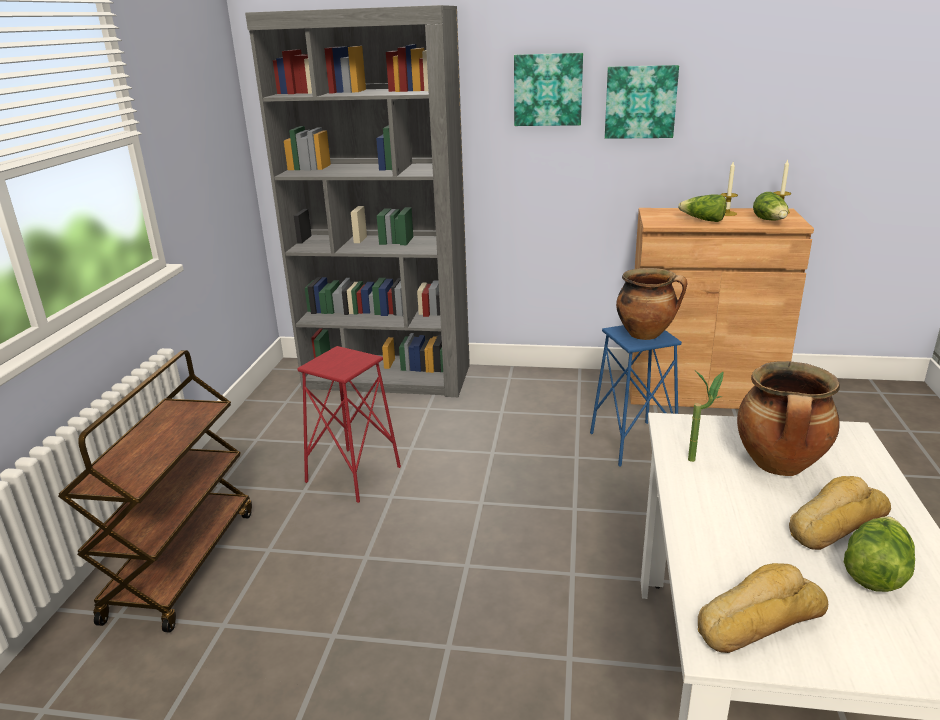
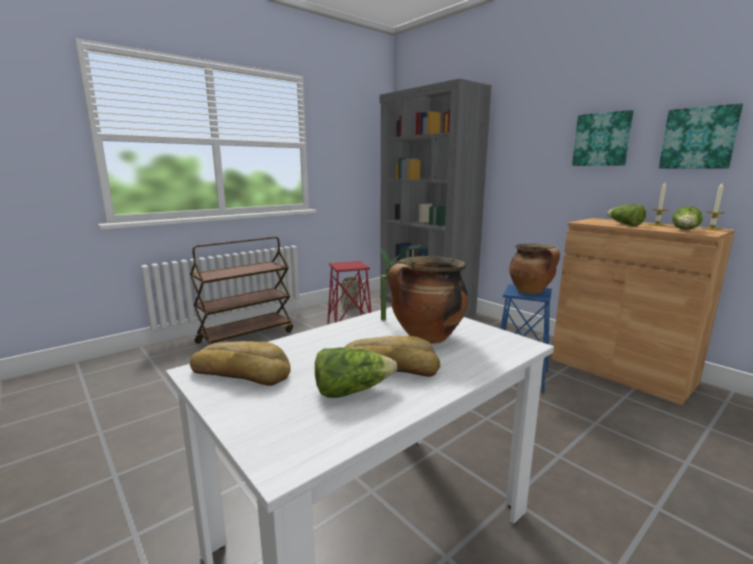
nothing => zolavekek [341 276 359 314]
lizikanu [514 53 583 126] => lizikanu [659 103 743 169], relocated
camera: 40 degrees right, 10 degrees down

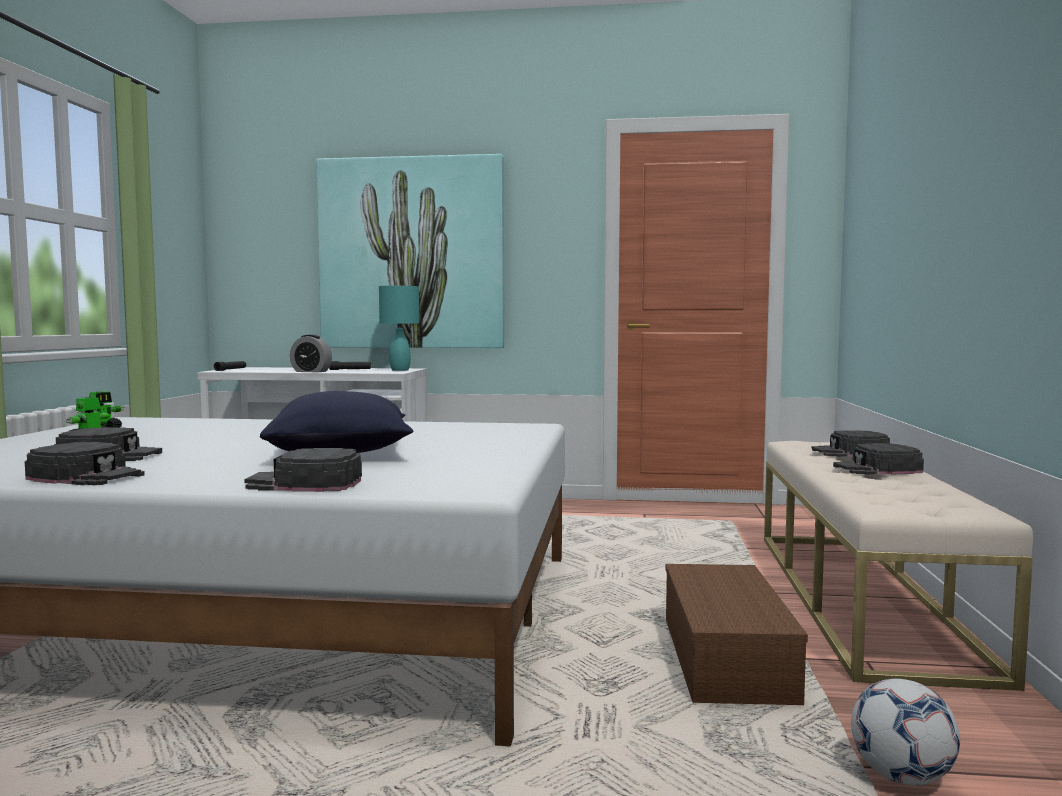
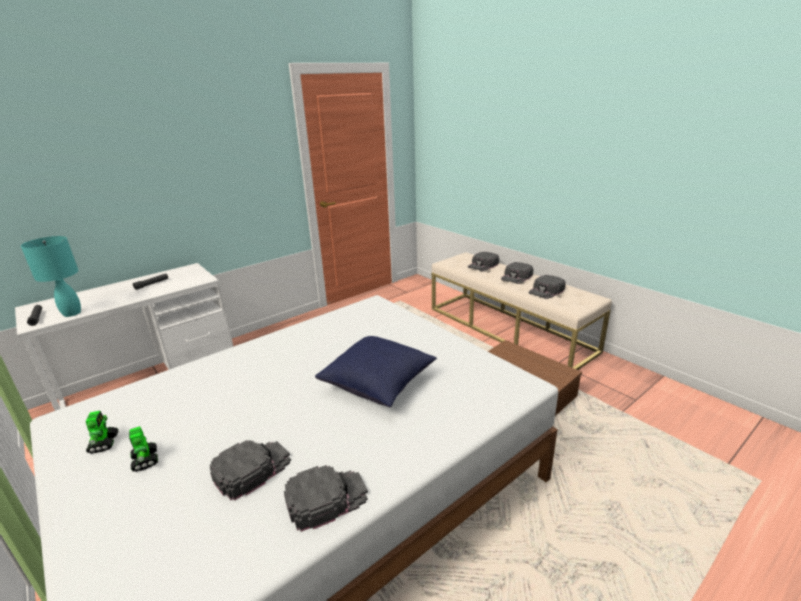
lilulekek [290 335 332 372] => nothing
lizikanu [316 154 504 348] => nothing
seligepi [851 679 960 785] => nothing
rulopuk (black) [244 448 362 492] => rulopuk (black) [529 275 566 299], relocated
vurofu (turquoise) [379 285 419 371] => vurofu (turquoise) [21 236 81 317], relocated
camera: 45 degrees left, 20 degrees up

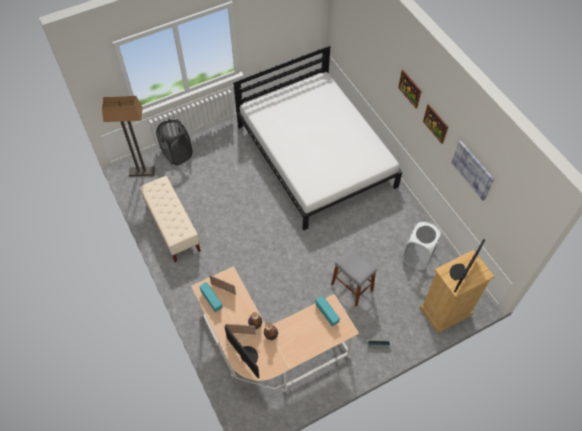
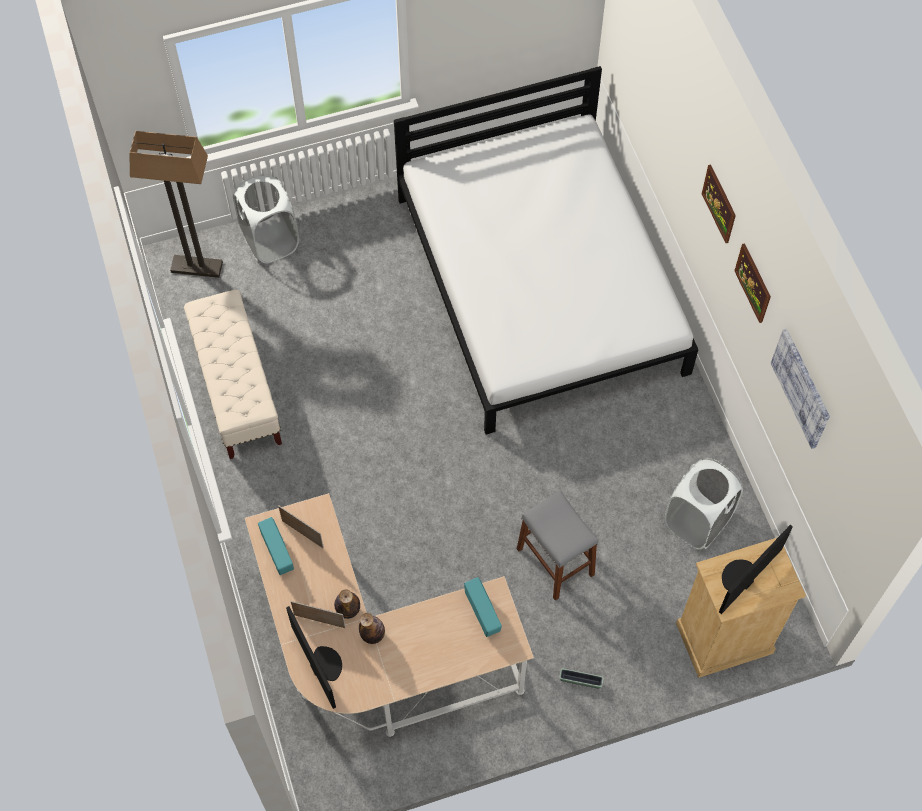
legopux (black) [156 119 192 165] => legopux (white) [233 174 299 263]
camera: 10 degrees right, 5 degrees up

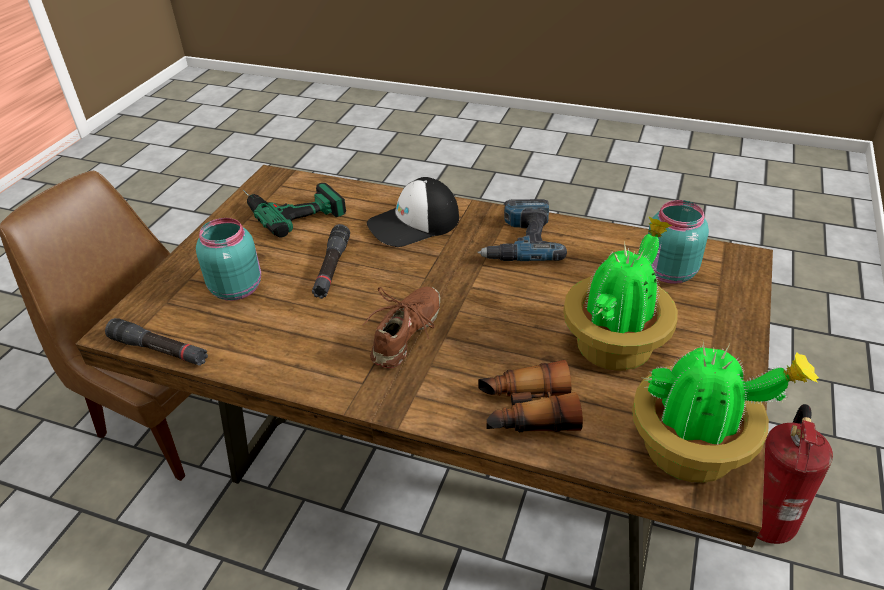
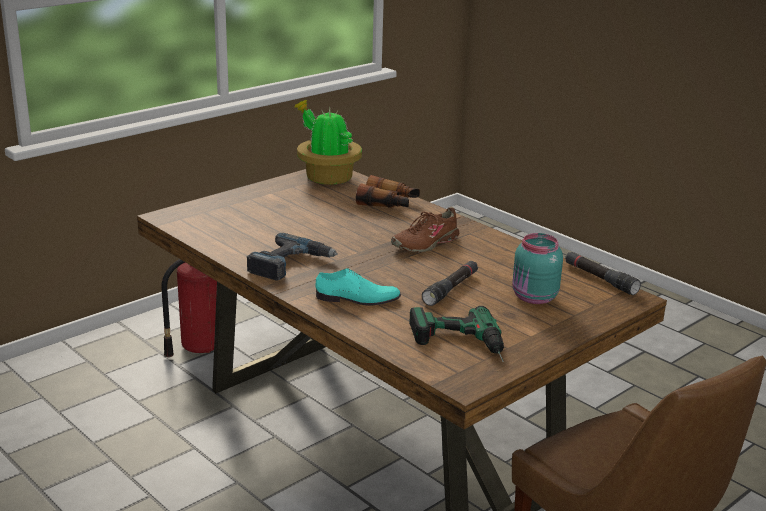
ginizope [563 217 678 371] => nothing
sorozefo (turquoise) [648 200 709 284] => nothing
rulopuk [367 177 459 247] => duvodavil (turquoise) [315 268 401 306]
camera: 155 degrees left, 15 degrees down

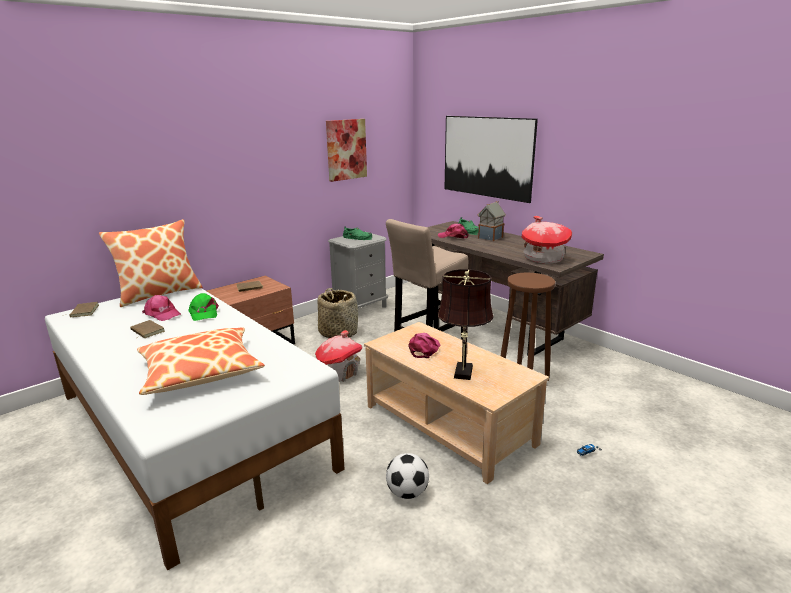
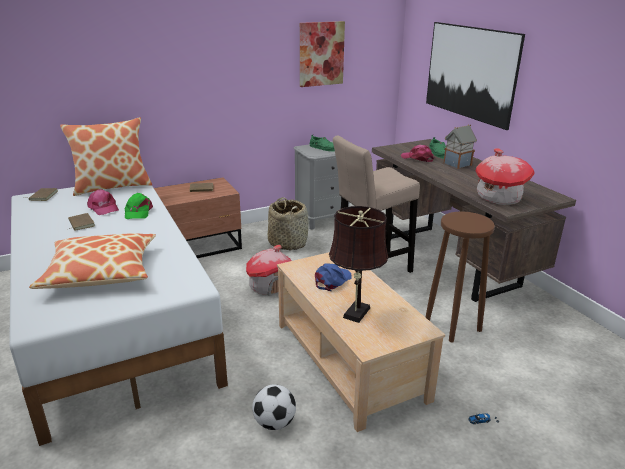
rulopuk (pink) [408 333 440 358] => rulopuk (blue) [315 264 352 291]
camera: 15 degrees right, 5 degrees up

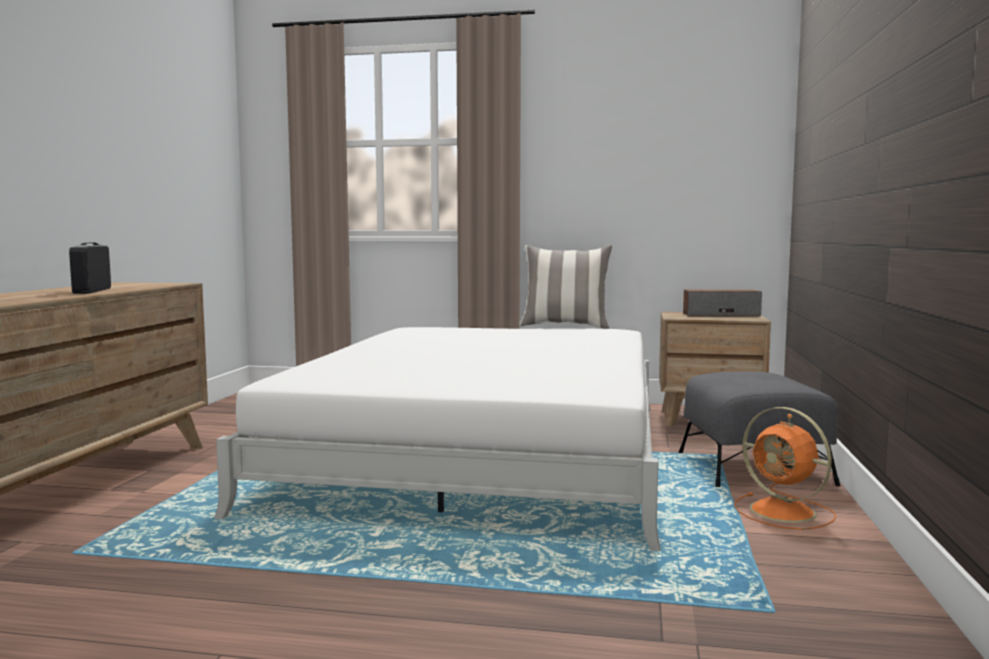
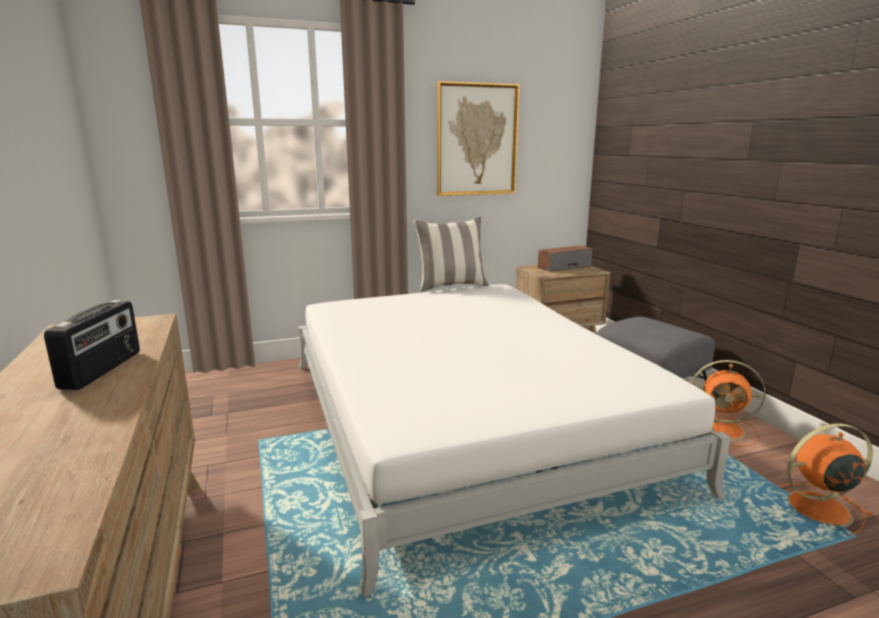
nothing => lizikanu [437 81 520 196]
nothing => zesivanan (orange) [778 423 873 536]
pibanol [69 243 111 294] => pibanol [44 300 140 390], 135 degrees counterclockwise
camera: 30 degrees left, 10 degrees up

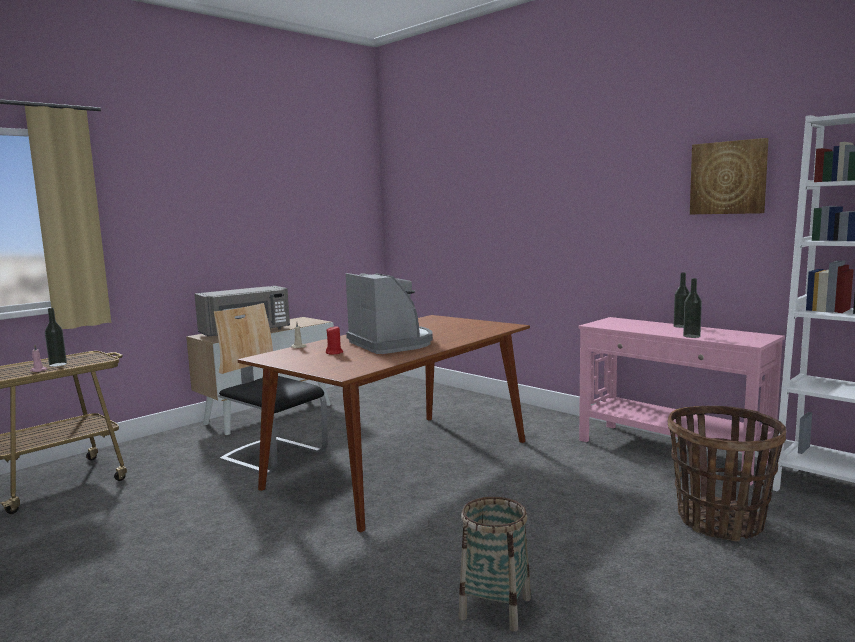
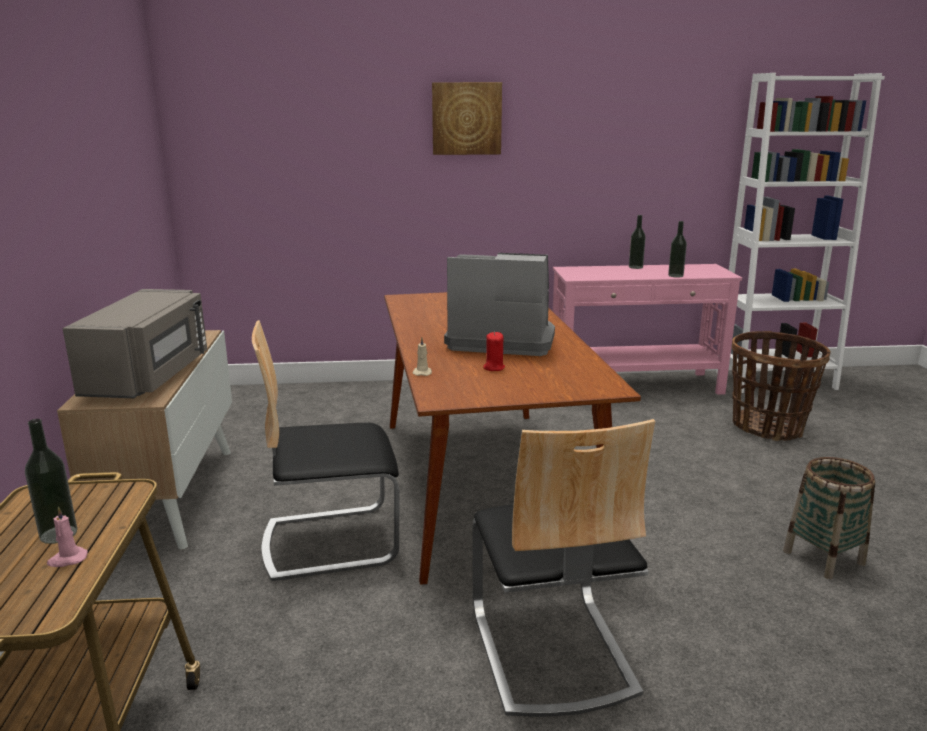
nothing => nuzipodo [472 419 655 717]
lizikanu [690 138 769 214] => lizikanu [432 82 502 155], relocated
camera: 50 degrees left, 10 degrees up

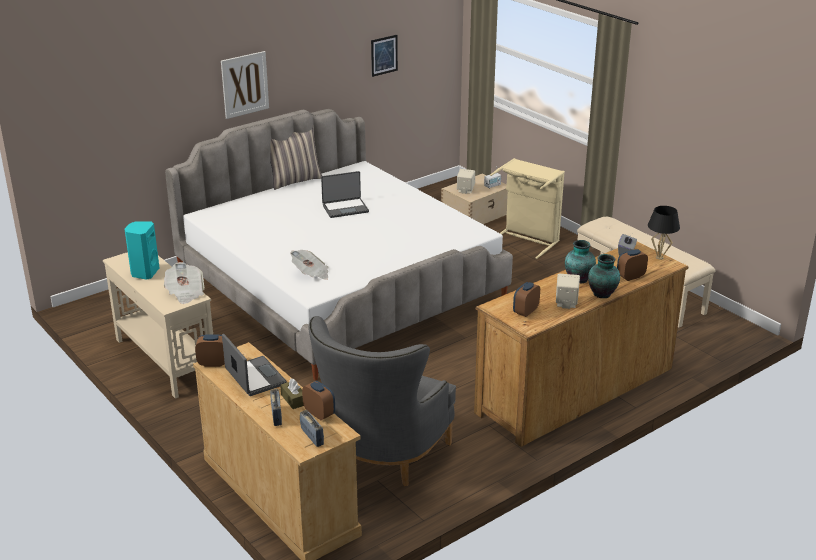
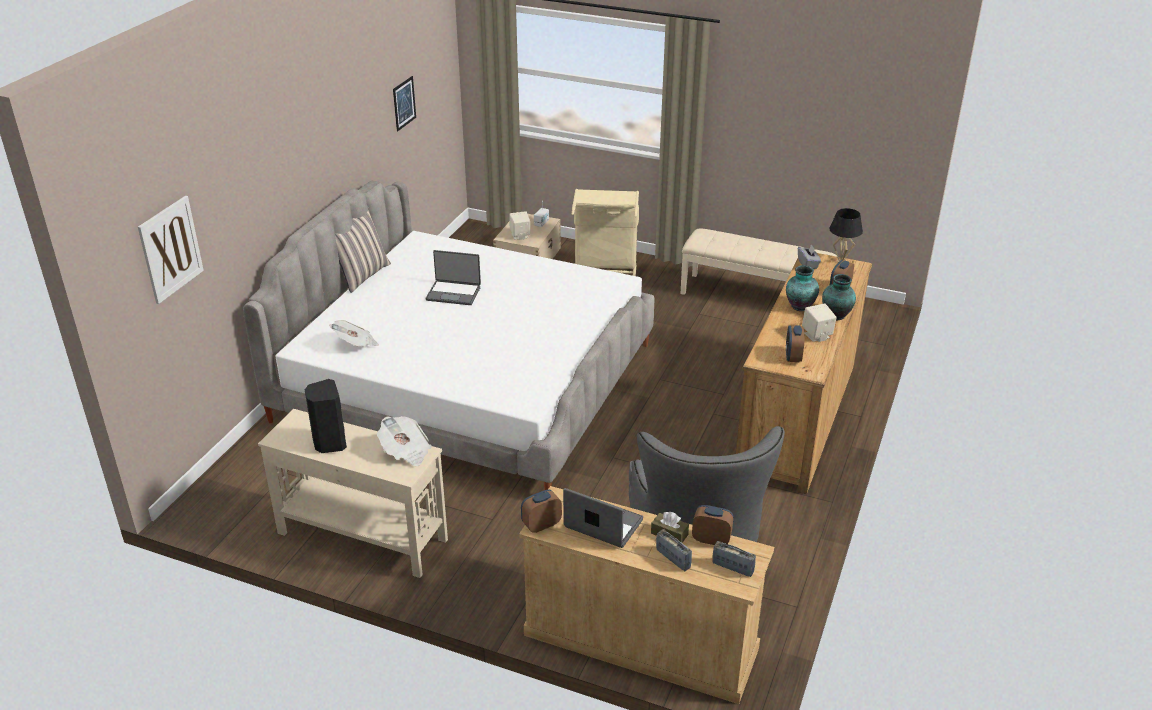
lizikanu [221 51 269 119] => lizikanu [138 196 204 304], relocated
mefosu [290 250 329 280] => mefosu [329 320 379 347], relocated
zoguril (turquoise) [125 221 159 280] => zoguril (black) [305 379 347 453]
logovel [321 171 369 218] => logovel [426 250 481 305], 60 degrees clockwise
camera: 30 degrees left, 5 degrees up

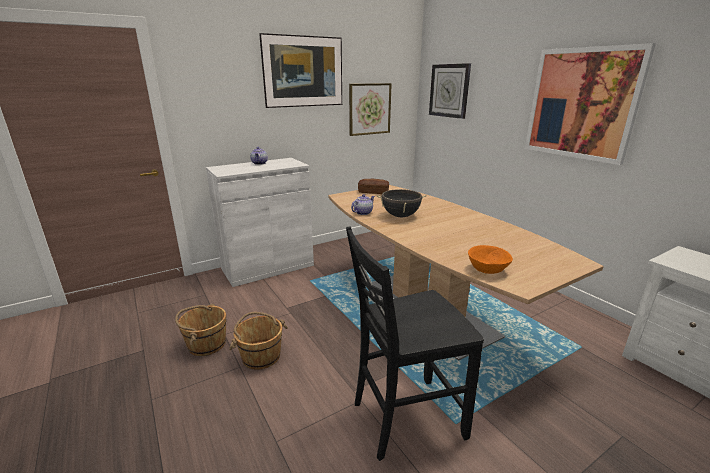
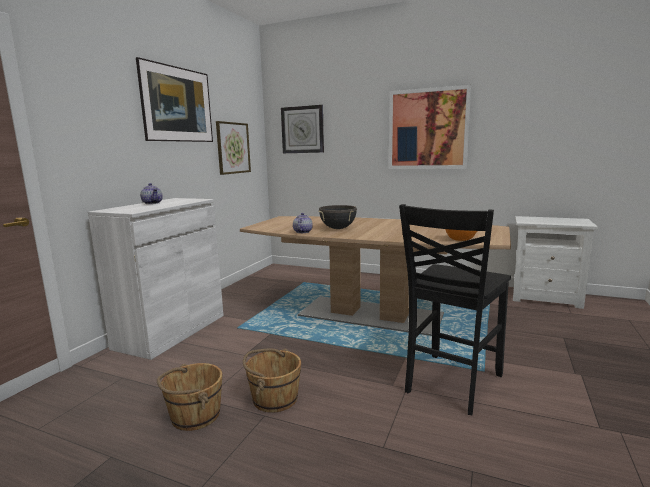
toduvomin [358 179 389 194] => nothing
camera: 35 degrees left, 10 degrees down

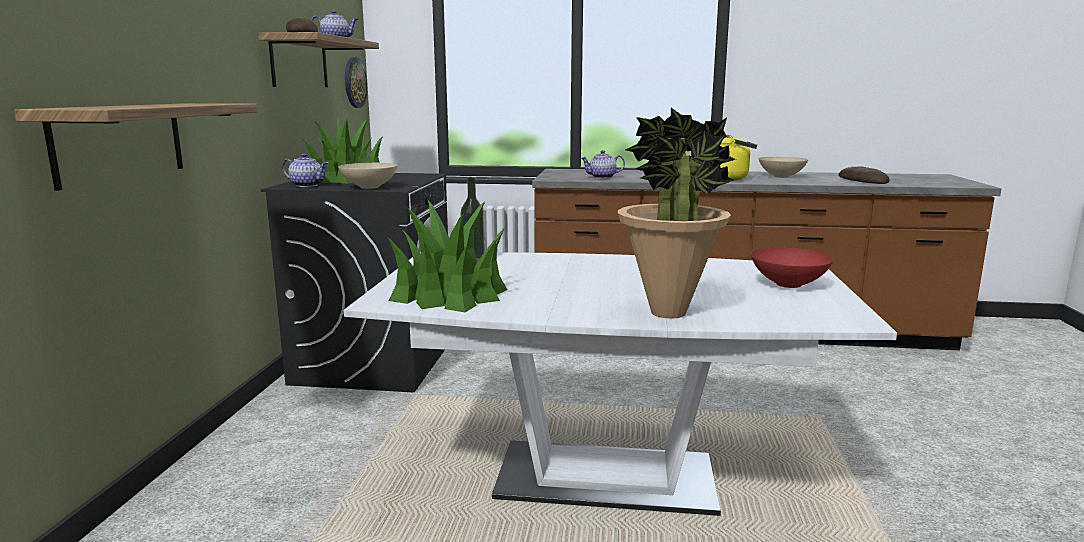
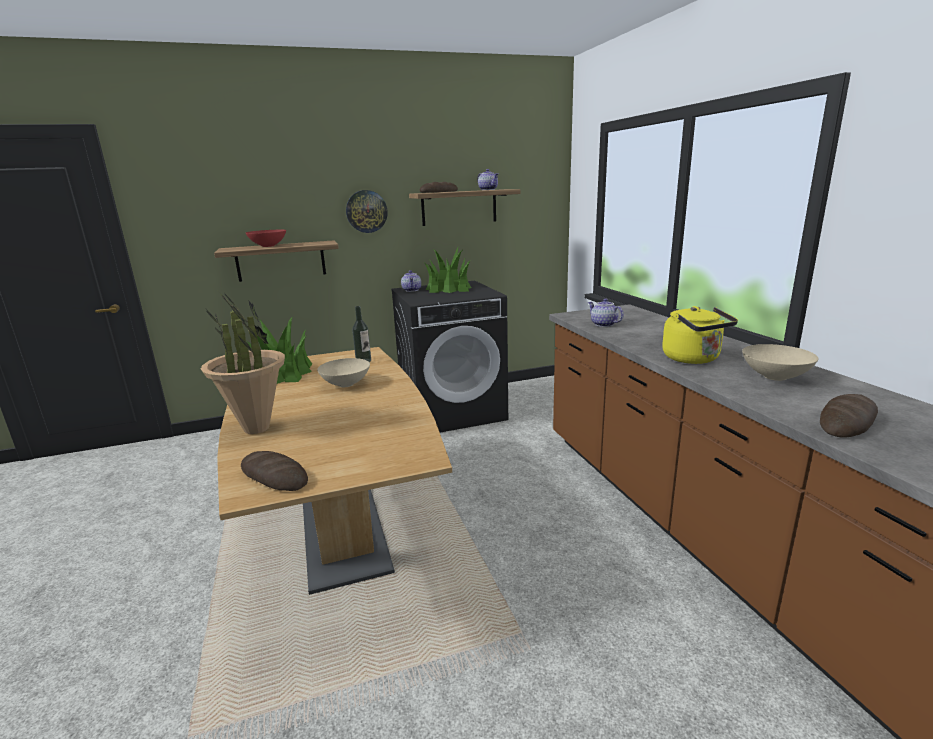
nothing => toduvomin [241 451 308 491]
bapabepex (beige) [338 163 398 189] => bapabepex (beige) [317 358 370 387], relocated
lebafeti [345 57 367 108] => lebafeti [346 190 388 233], relocated
bapabepex (red) [751 248 833 288] => bapabepex (red) [246 230 286 247], relocated
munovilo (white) [344 252 897 516] => munovilo (brown) [217 347 452 595]
camera: 65 degrees right, 5 degrees up

